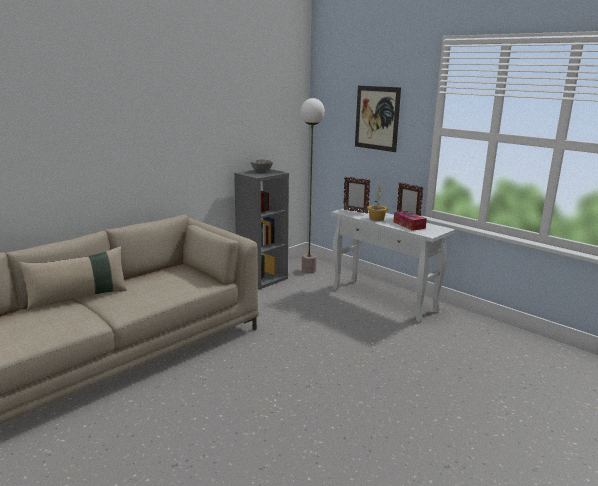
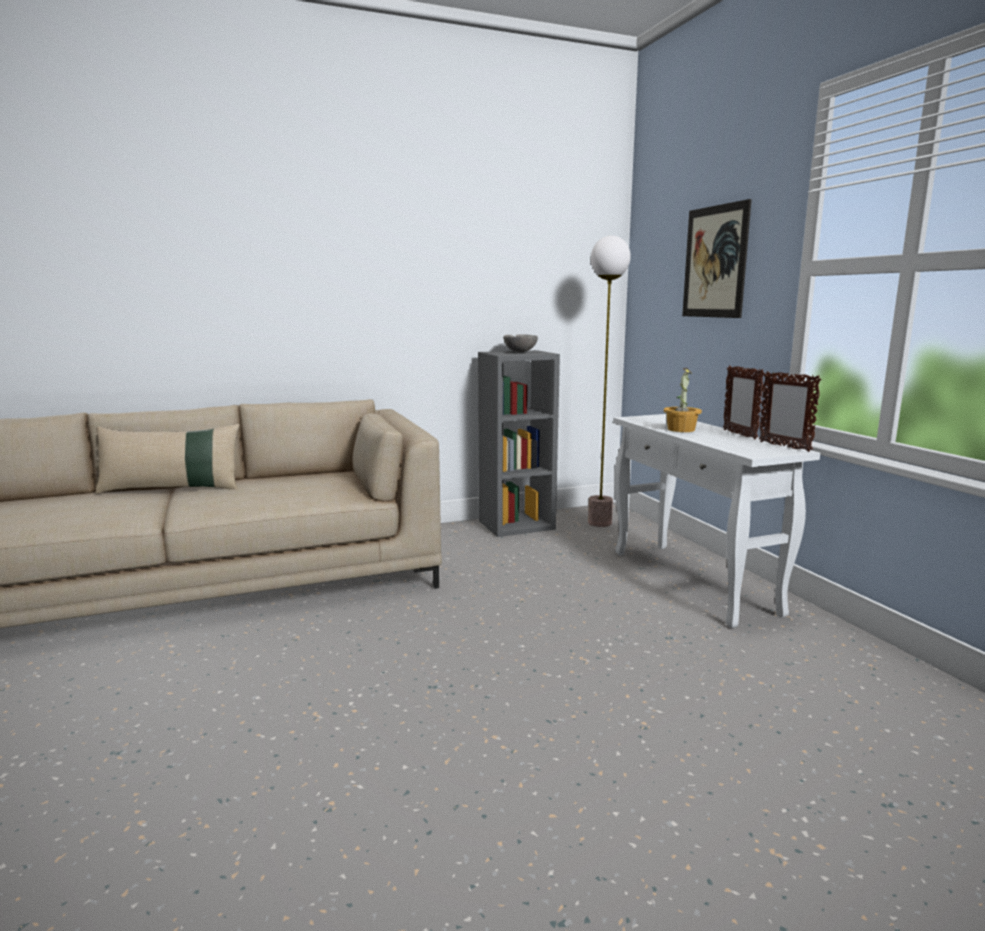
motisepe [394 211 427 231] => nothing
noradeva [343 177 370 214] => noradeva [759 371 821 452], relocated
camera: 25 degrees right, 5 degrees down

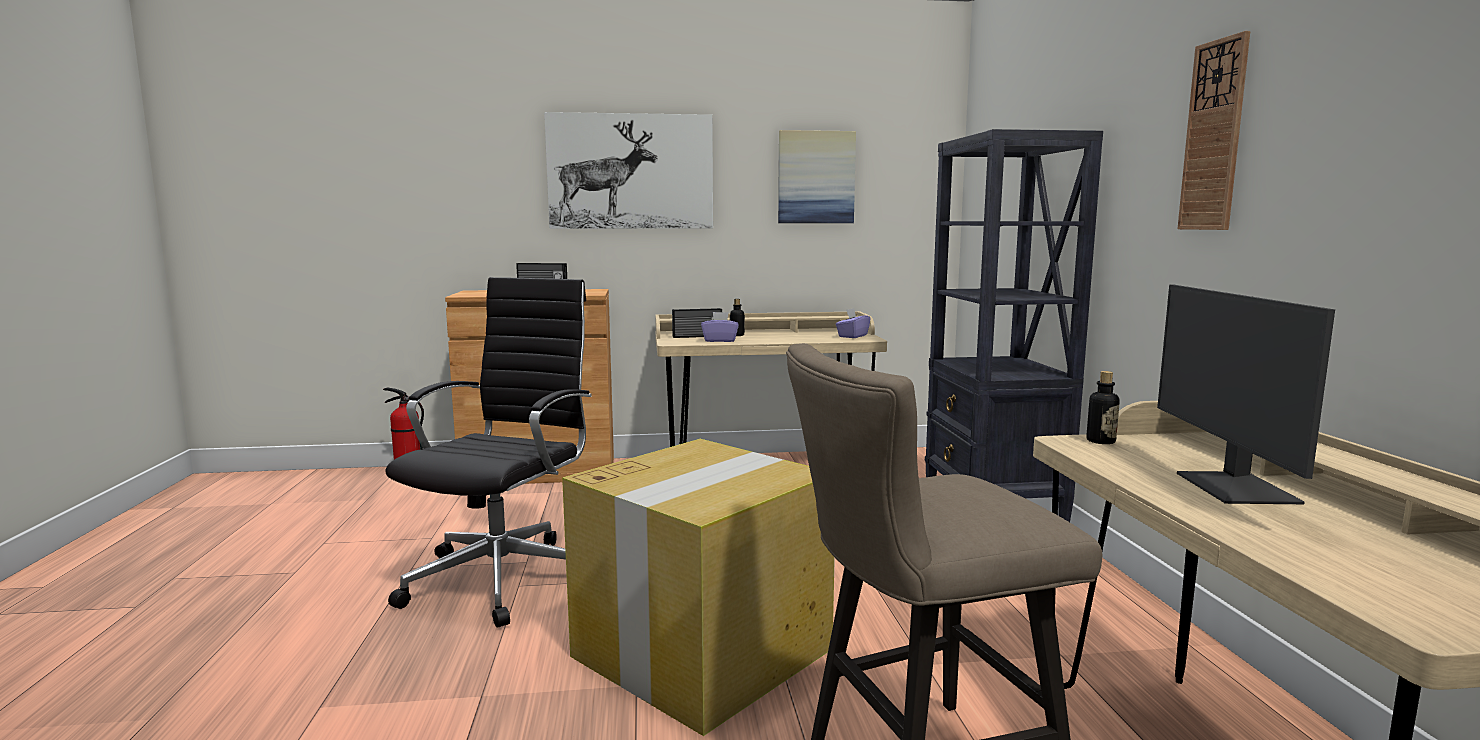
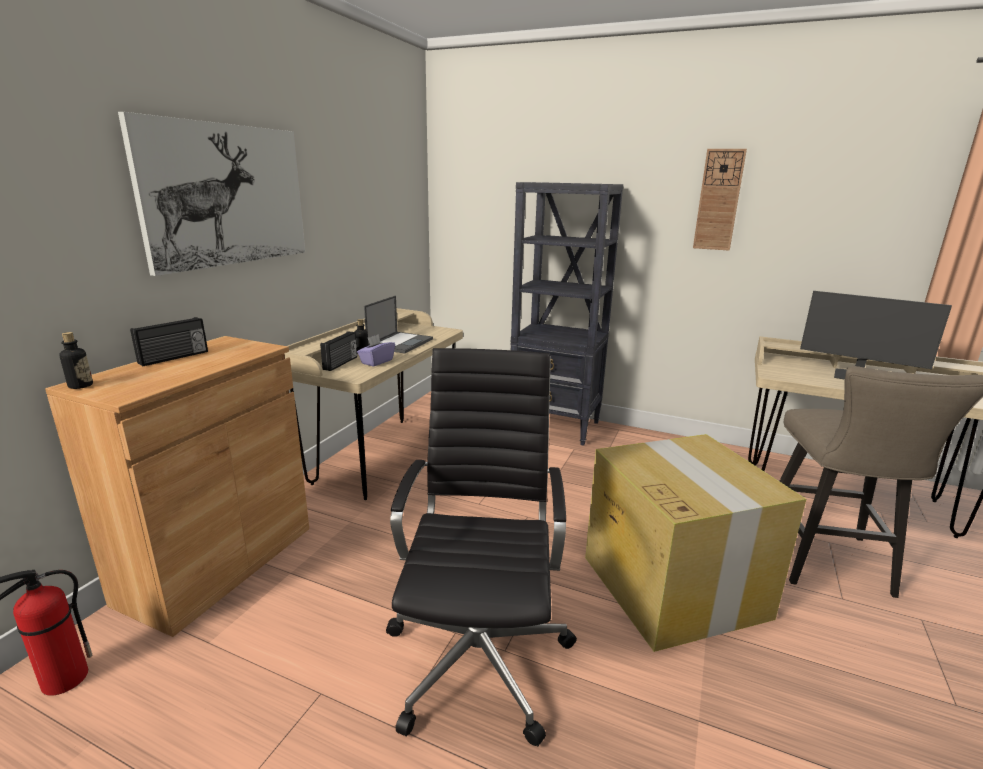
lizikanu [778 130 856 223] => nothing
motisepe (purple) [836 308 871 338] => nothing
nothing => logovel [364 296 433 354]
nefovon [1086 371 1120 444] => nefovon [59 332 93 389], relocated
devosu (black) [385 277 592 628] => devosu (black) [386 348 577 747], 45 degrees clockwise
camera: 60 degrees left, 10 degrees up

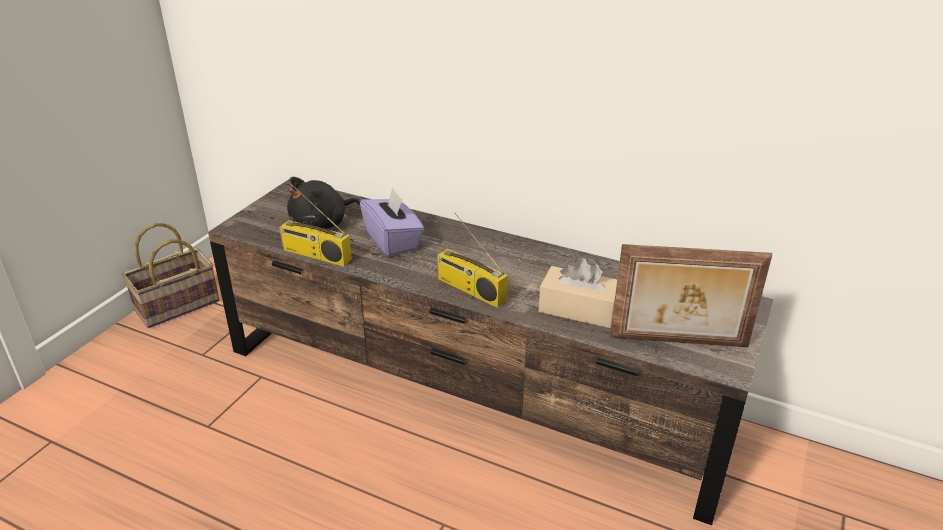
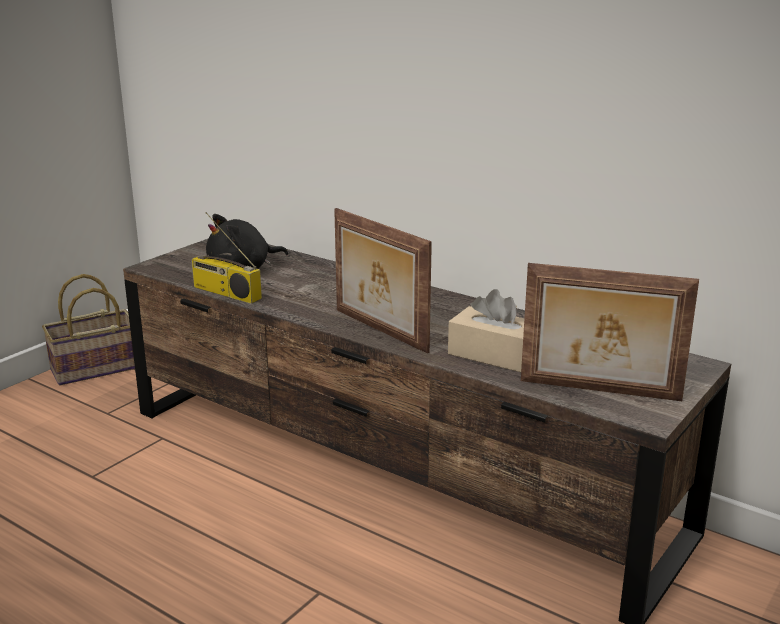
motisepe (purple) [360 188 424 257] => nothing
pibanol [437 213 508 308] => noradeva [334 208 432 353]
camera: 10 degrees right, 10 degrees down

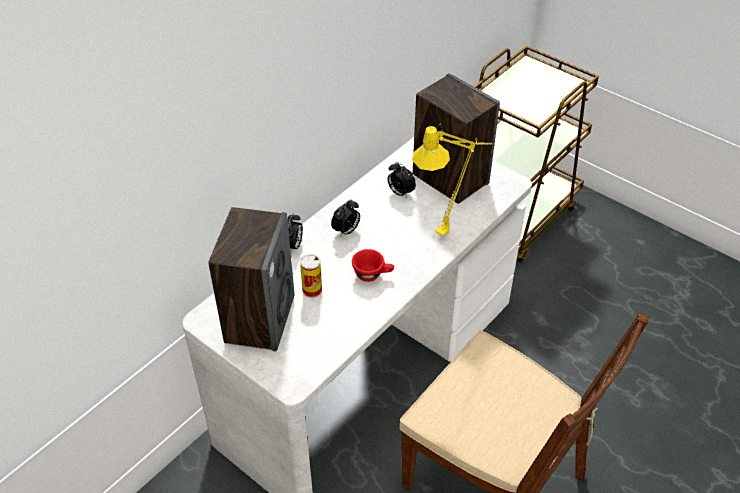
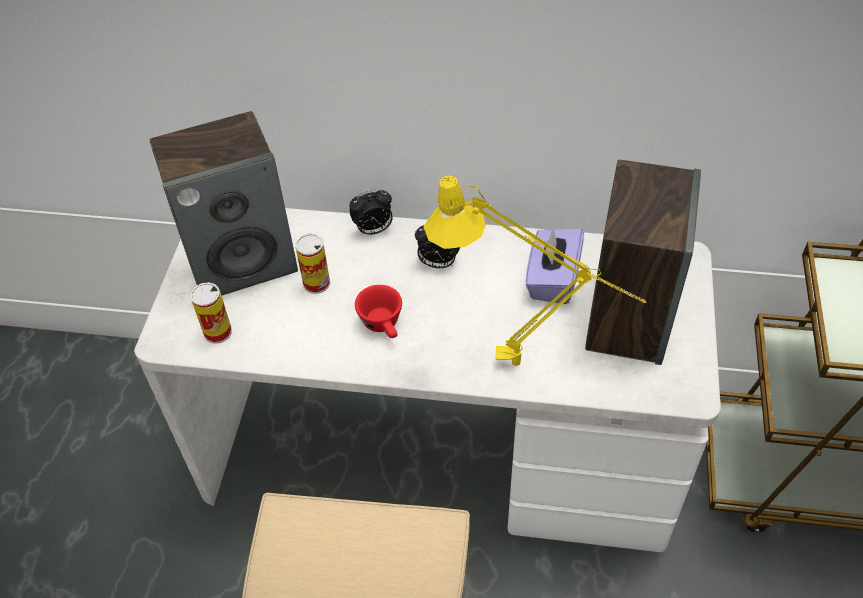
nothing => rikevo [190 282 232 344]
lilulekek [387 162 416 198] => motisepe (purple) [526 227 584 304]
camera: 60 degrees right, 5 degrees up

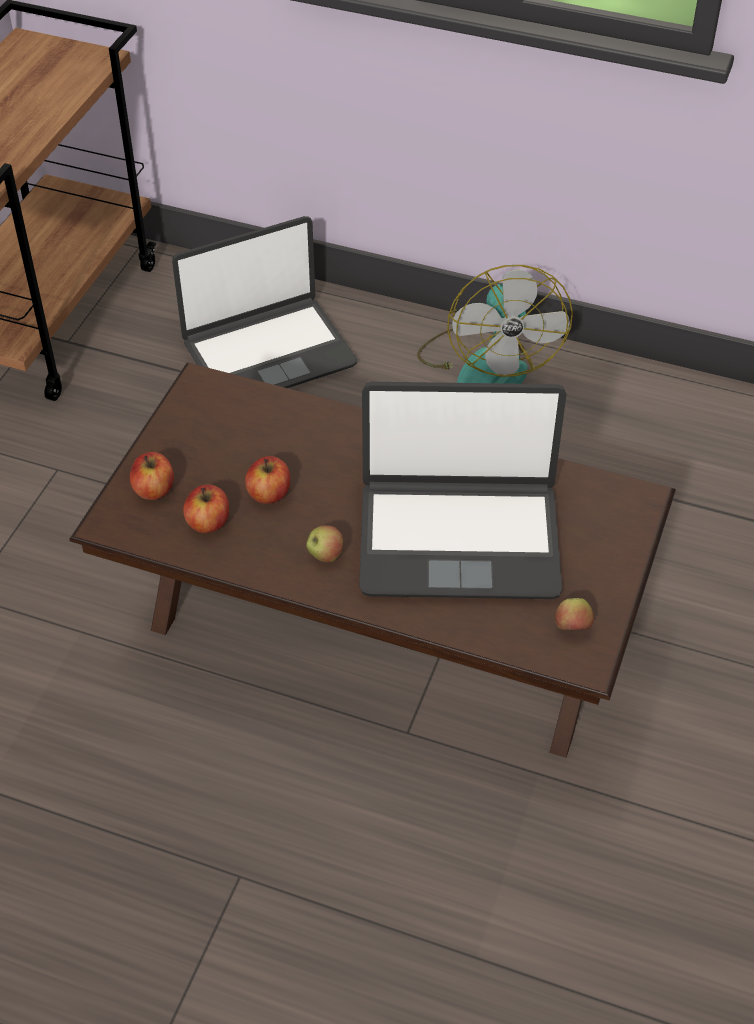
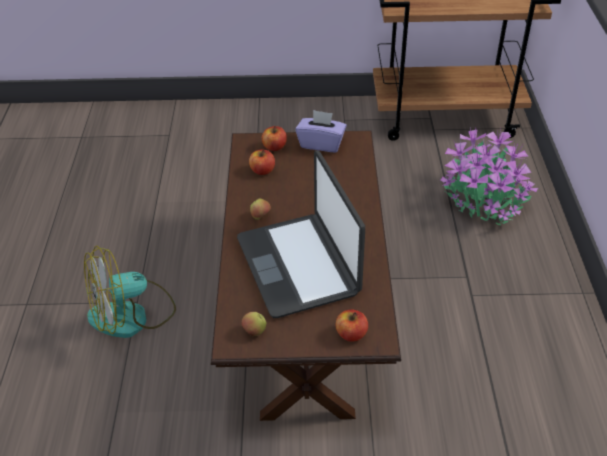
nothing => motisepe (purple) [295 110 347 153]
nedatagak [245 456 290 504] => nedatagak [336 309 368 342], relocated
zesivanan [417 265 573 384] => zesivanan [84 246 176 338], relocated
logovel [172 216 357 388] => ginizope [440 127 538 225]
camera: 70 degrees right, 5 degrees down

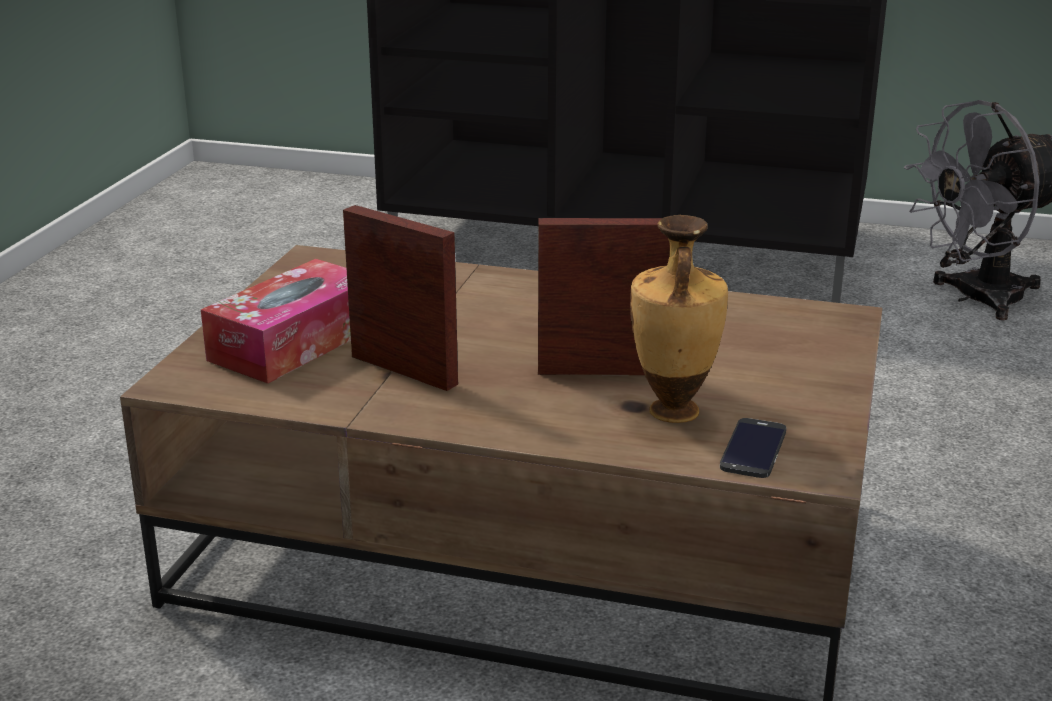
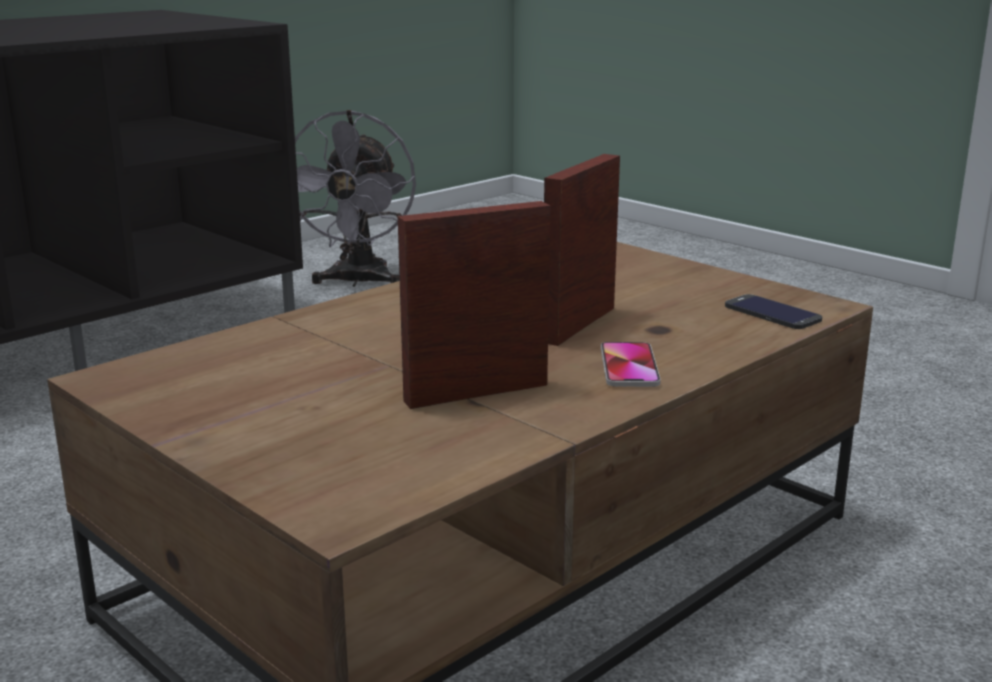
motisepe [201 259 351 384] => nothing
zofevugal [630 215 728 423] => nothing
nothing => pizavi [601 342 661 387]
camera: 60 degrees left, 5 degrees down

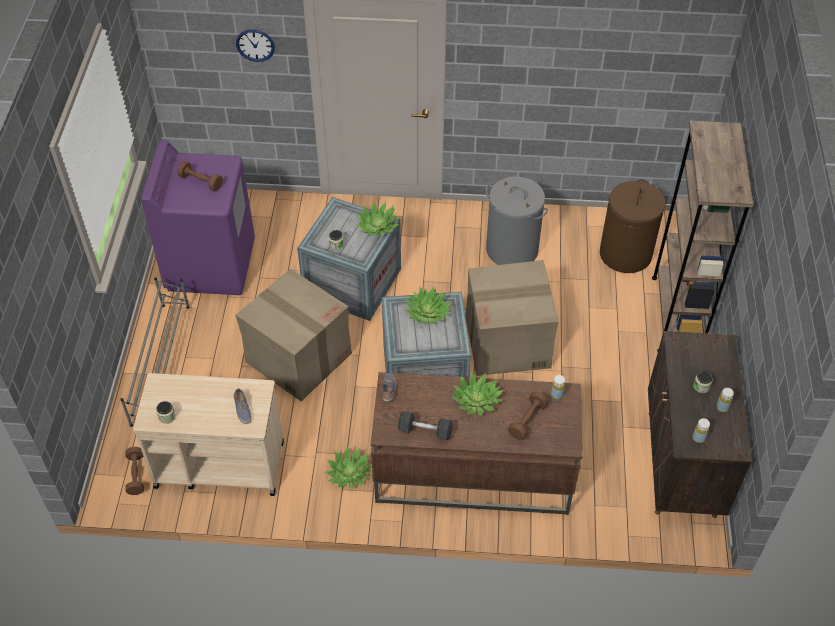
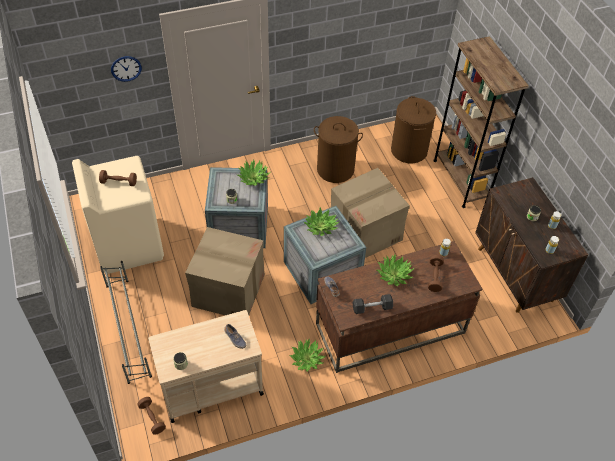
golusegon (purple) [141 140 255 295] => golusegon (beige) [72 156 164 275]
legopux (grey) [486 176 548 265] => legopux (brown) [314 116 363 183]
camera: 25 degrees left, 0 degrees up

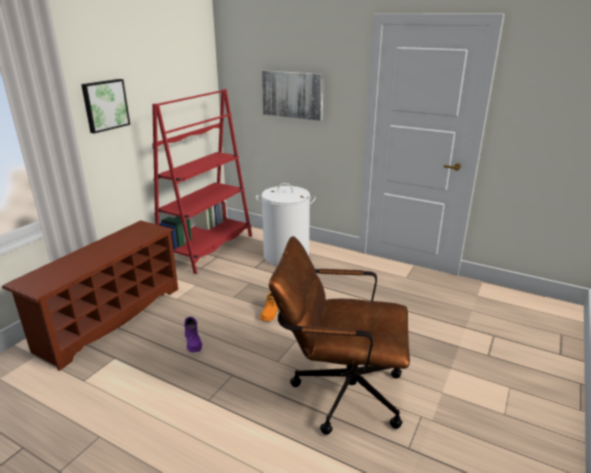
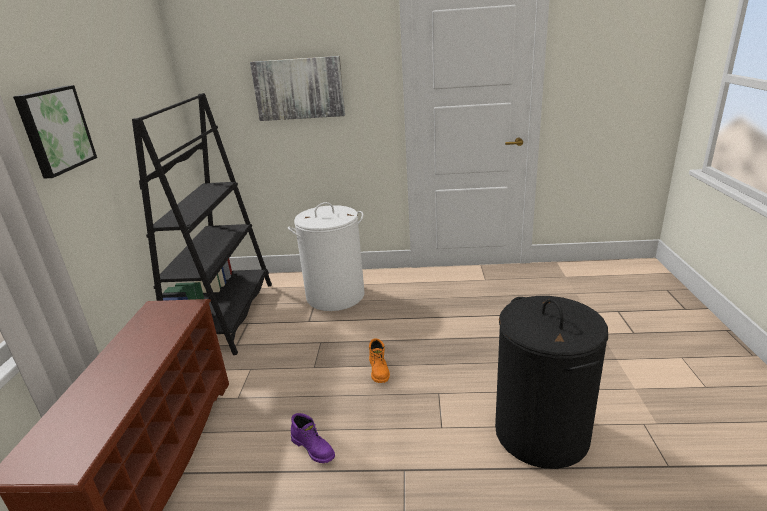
devosu (brown) [269 236 410 435] => legopux (black) [495 296 608 469]
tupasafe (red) [152 89 252 274] => tupasafe (black) [132 93 272 355]
camera: 25 degrees left, 0 degrees up

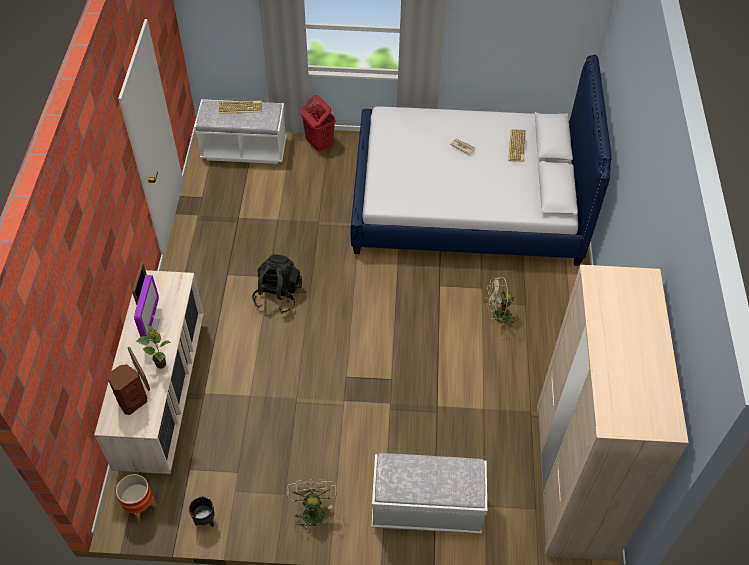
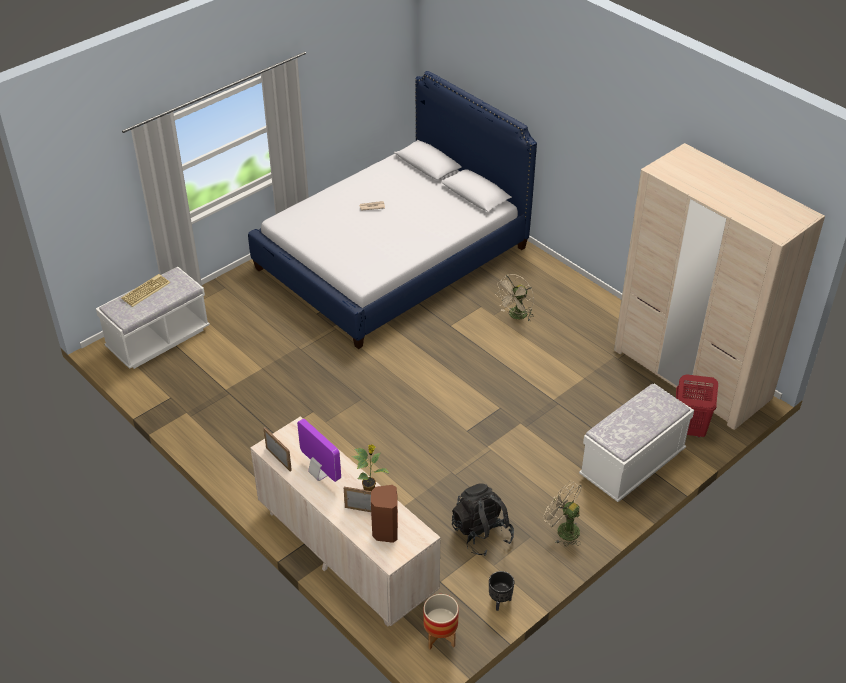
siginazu [508 129 526 162] => nothing
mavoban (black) [252 254 302 314] => mavoban (black) [452 483 514 556], relocated
legopux (red) [301 95 336 152] => legopux (red) [676 374 718 438], relocated
camera: 45 degrees left, 10 degrees down

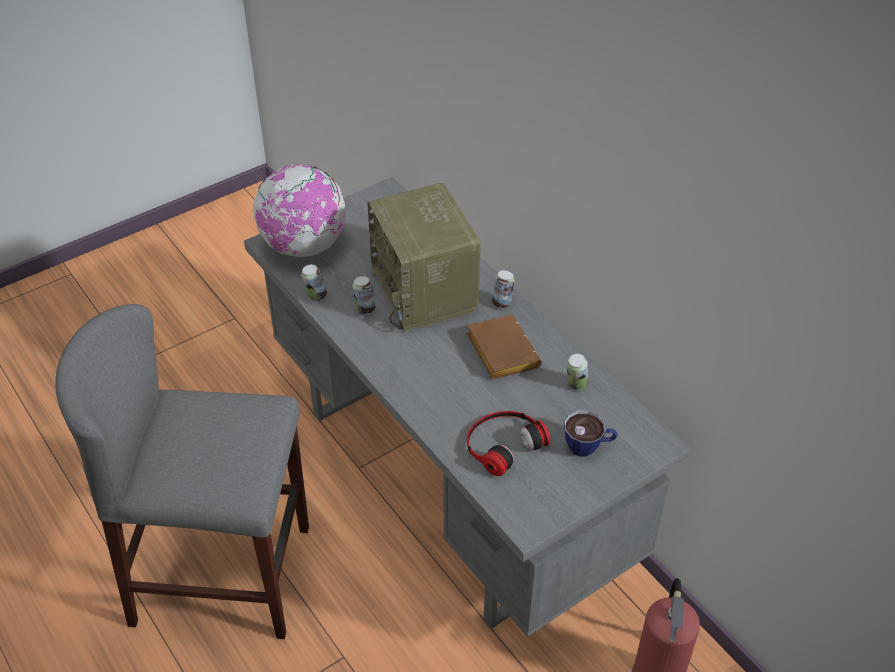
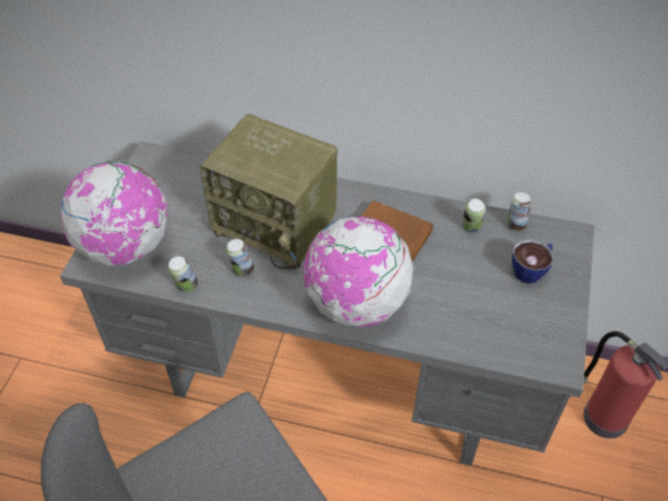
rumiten [467 411 550 476] => nothing
nothing => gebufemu [304 217 414 327]
rikevo [492 270 515 308] => rikevo [507 192 532 231], relocated
camera: 40 degrees left, 5 degrees up

